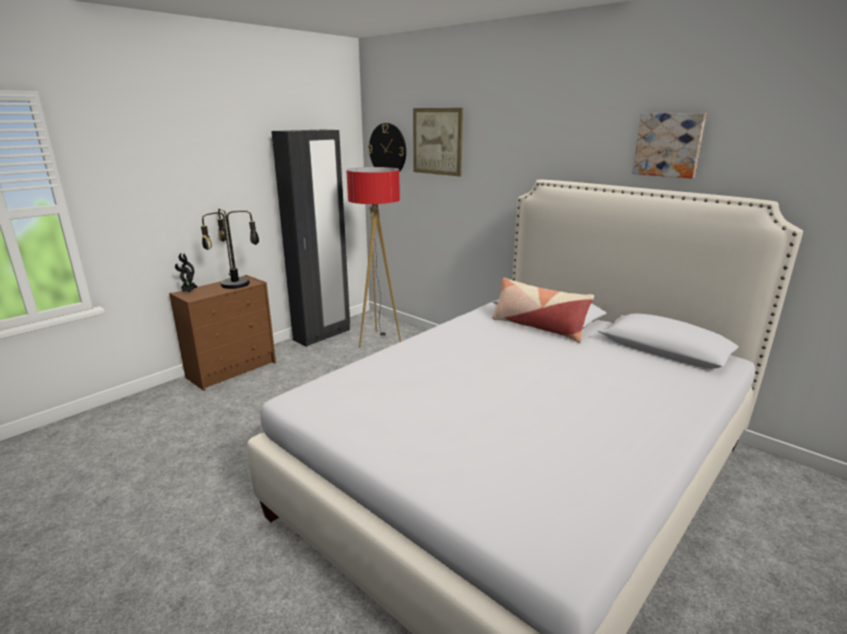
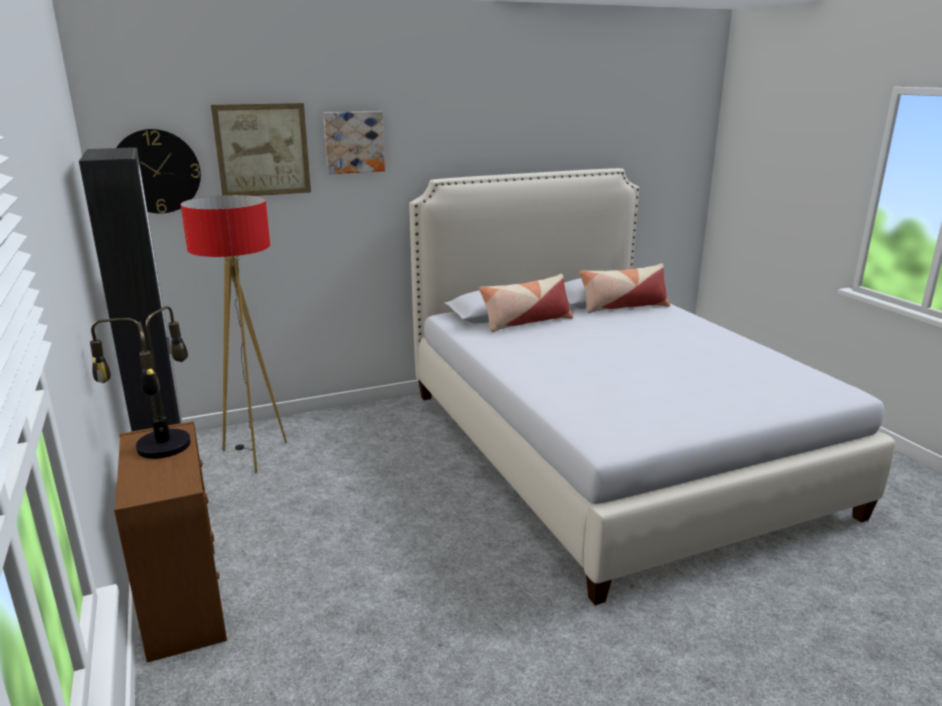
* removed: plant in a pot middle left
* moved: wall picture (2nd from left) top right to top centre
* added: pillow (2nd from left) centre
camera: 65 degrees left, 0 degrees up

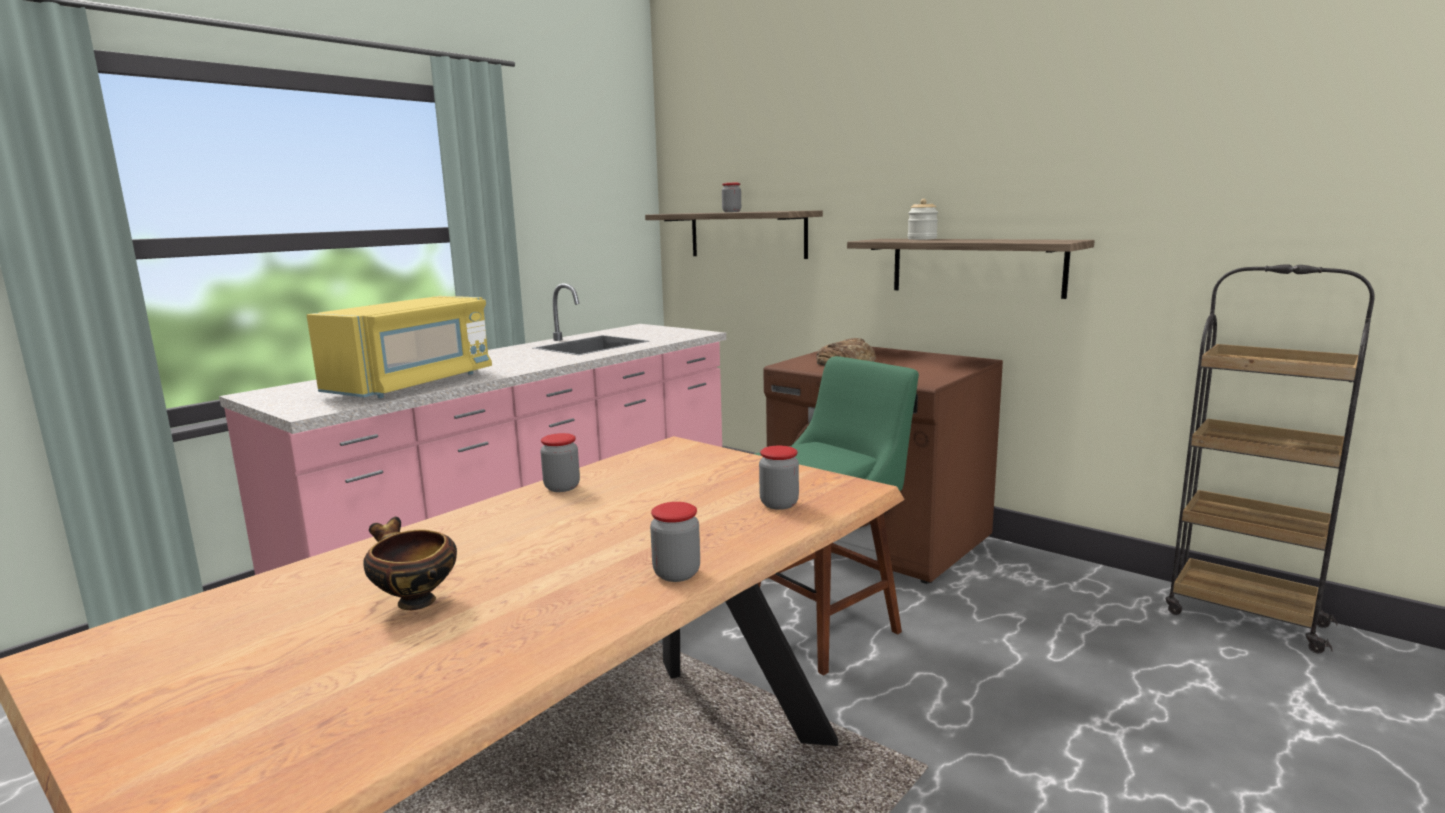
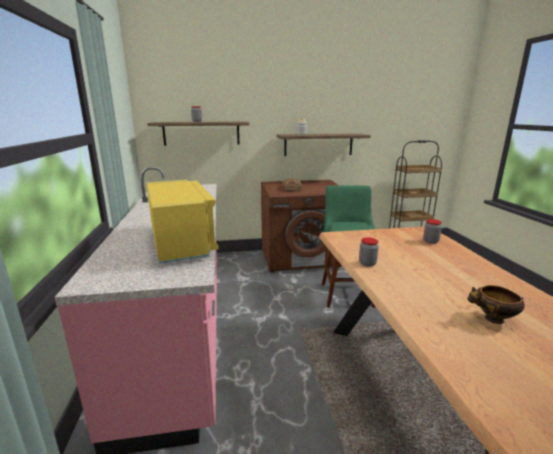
* removed: preserve jar (2nd from left) bottom centre
camera: 50 degrees left, 5 degrees up

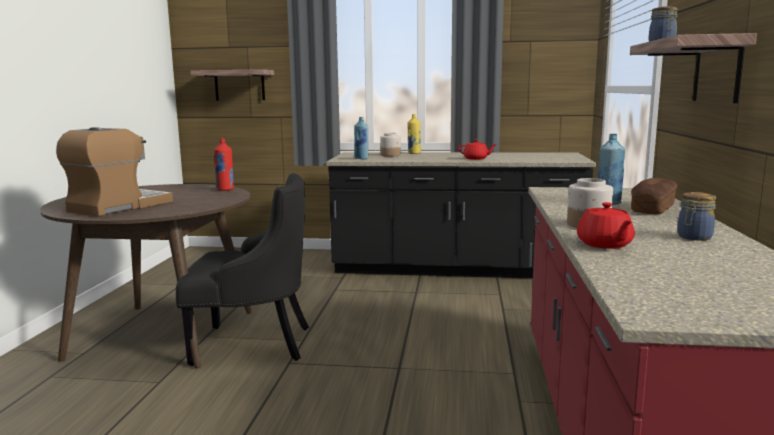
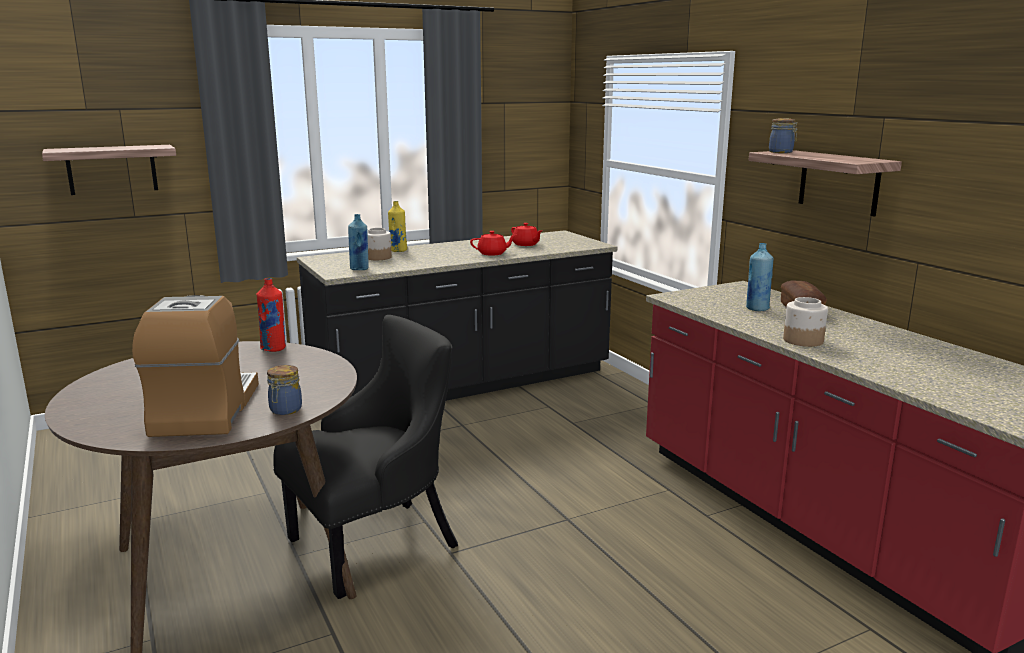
* moved: reddish pot for tea (2nd from left) middle right to centre
* moved: preserve jar (4th from left in the first image) middle right to preserve jar (1st from left) middle left
camera: 35 degrees left, 5 degrees up

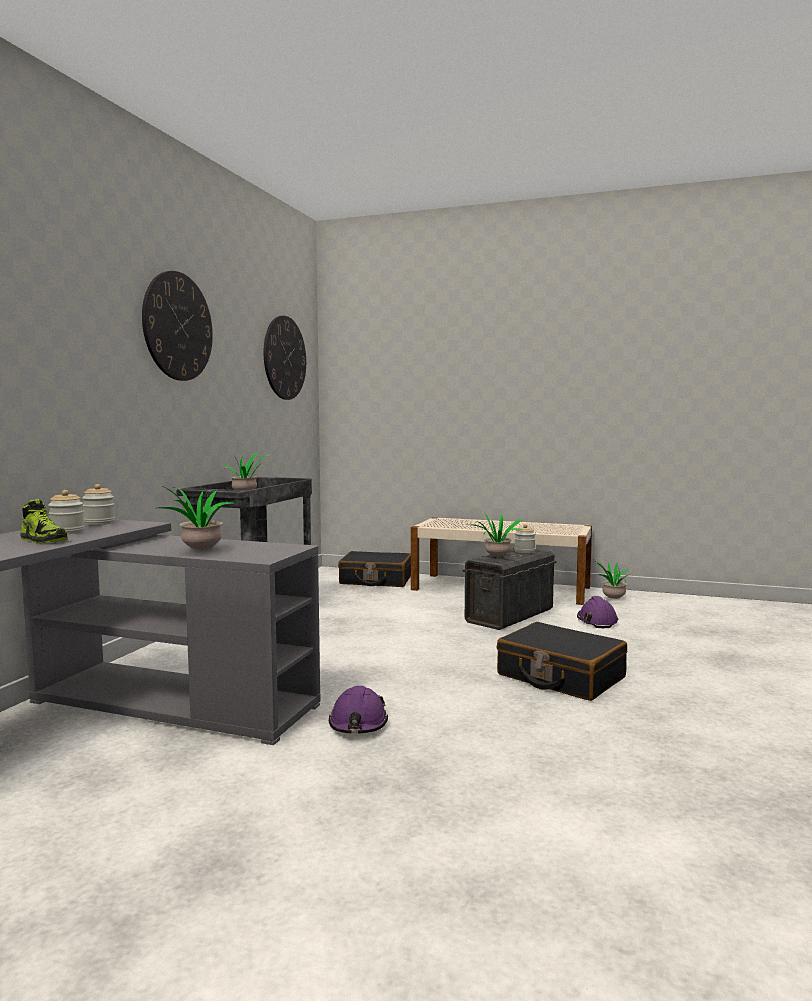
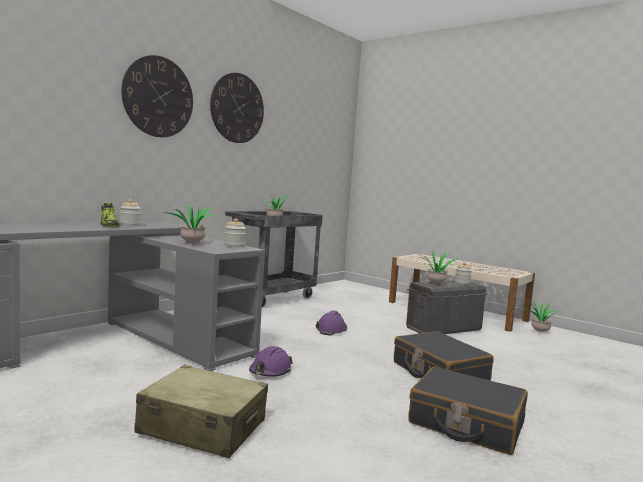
* moved: preserve jar (2nd from left) middle left to centre
* moved: wall clock (2nd from left in the first image) centre to wall clock (1st from left) top left
* moved: black-coloured piece of luggage (1st from left in the first image) centre to black-coloured piece of luggage (2nd from left) bottom right
* moved: purplish work helmet (2nd from left) middle right to bottom centre
* added: beige-coloured piece of luggage bottom left
camera: 20 degrees right, 0 degrees up

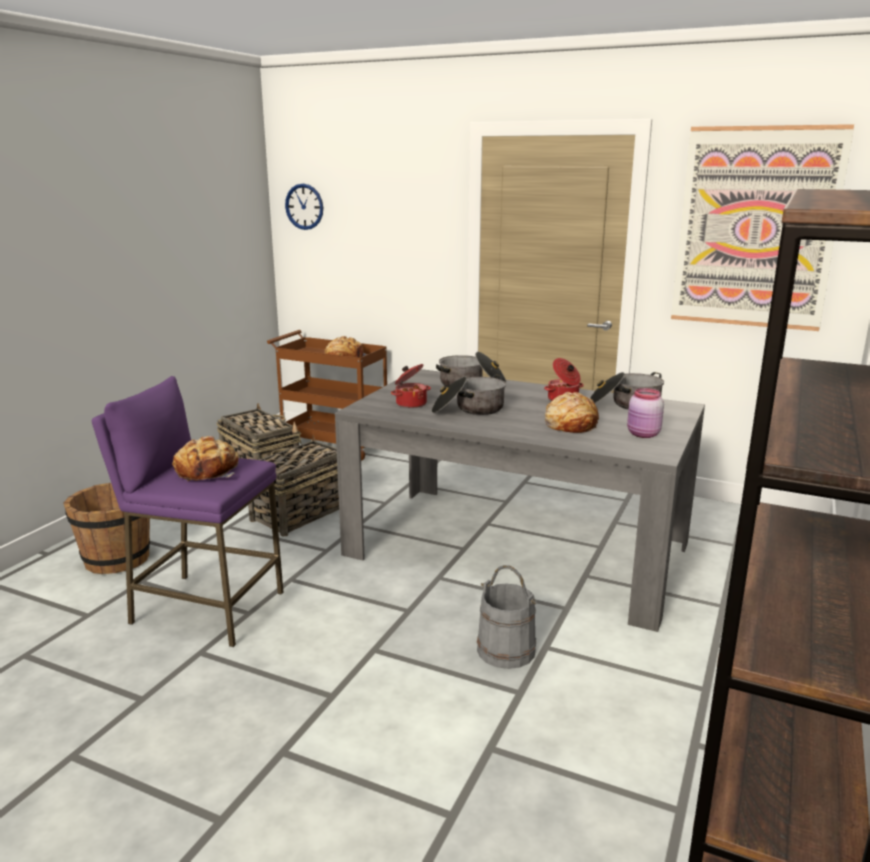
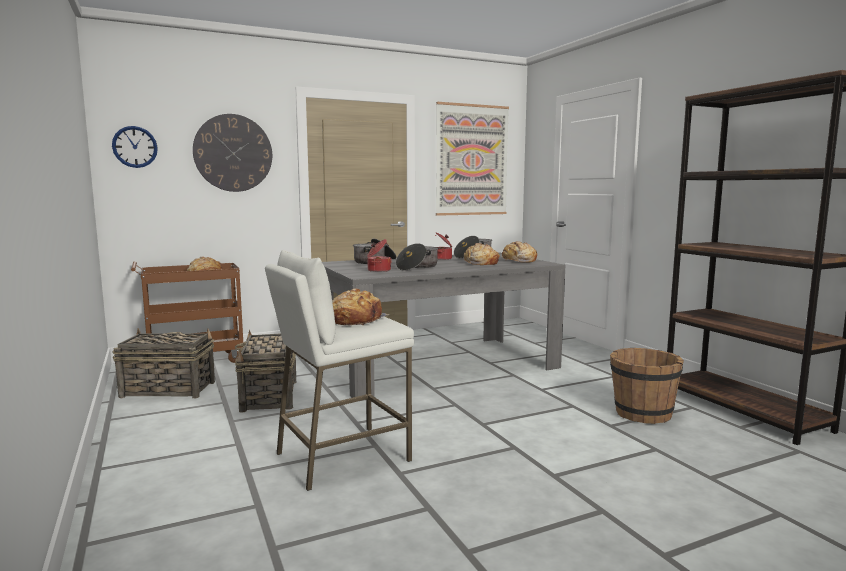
* moved: brownish pail middle left to bottom right
* recoloured: purplish stool middle left to white-coloured stool centre
* removed: grey pail bottom centre
* replaced: pink-coloured preserve jar middle right to bakery bread (4th from left) centre
* added: wall clock (2nd from left) top left
camera: 50 degrees left, 10 degrees down

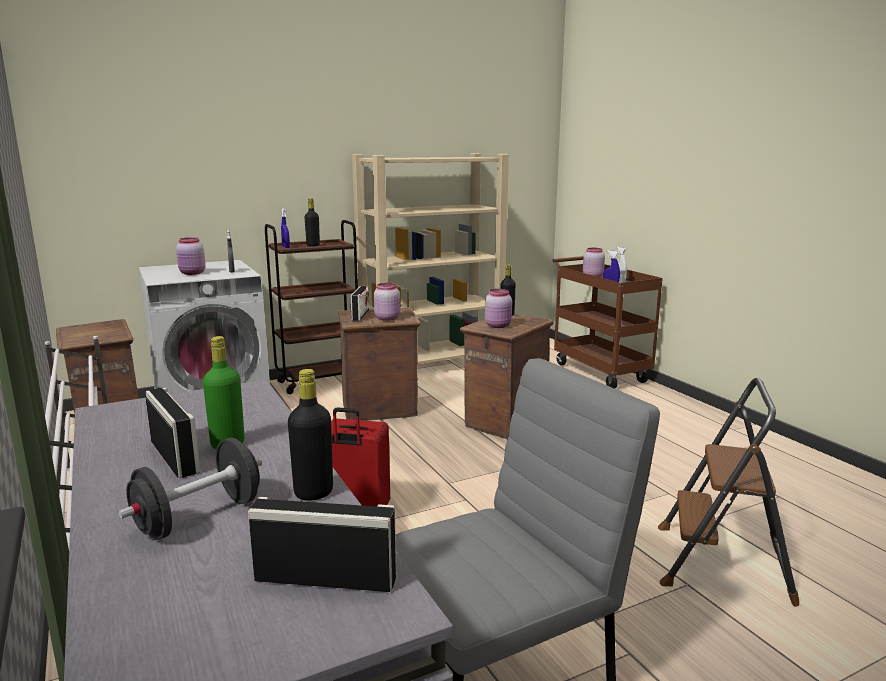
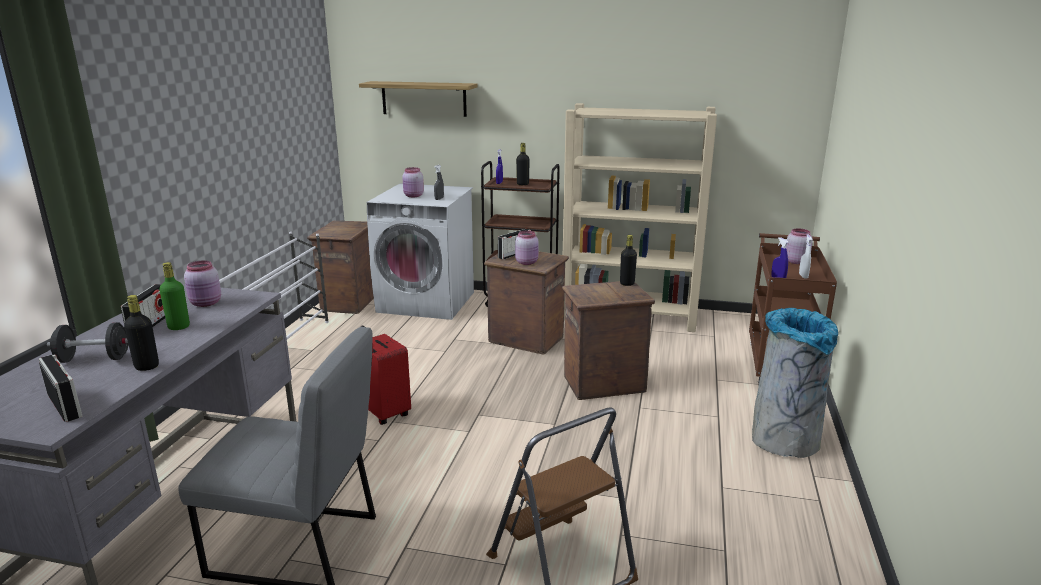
* moved: pink-coloured preserve jar (3rd from left in the first image) centre to pink-coloured preserve jar (1st from left) middle left
* added: shelf top centre
* added: grey waste bin middle right
camera: 40 degrees right, 5 degrees up

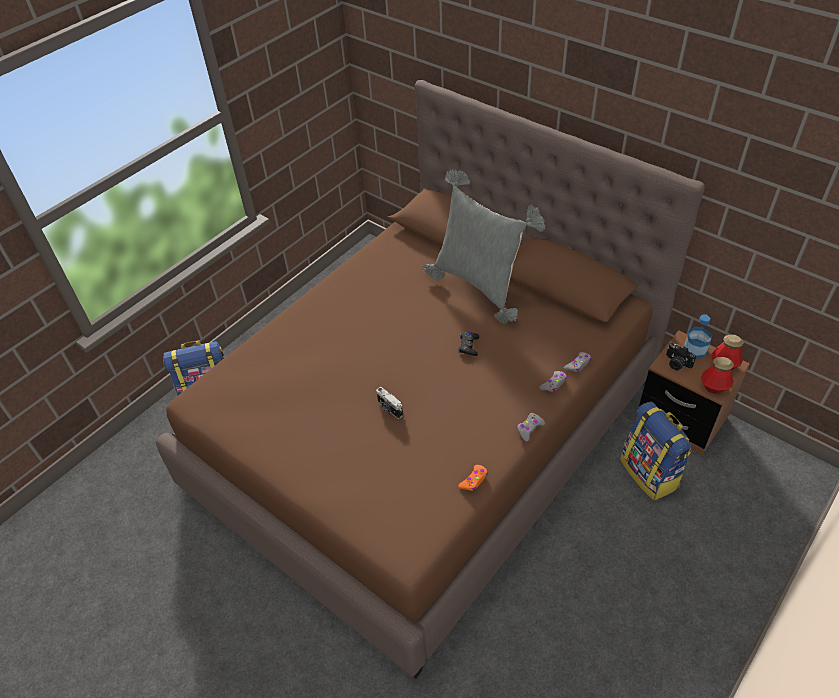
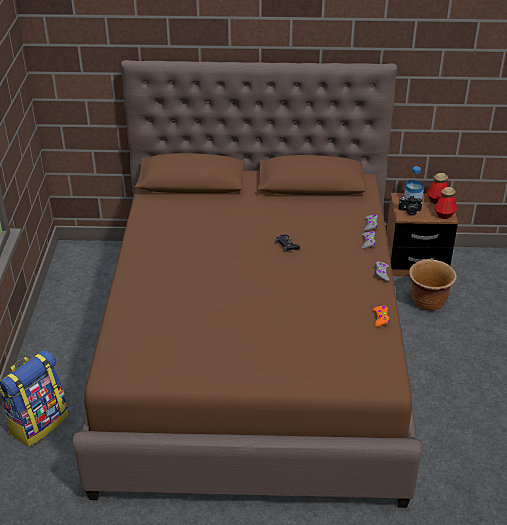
* removed: photo camera (1st from left) centre
* removed: grey pillow centre
* replaced: backpack (2nd from left) middle right to brownish planter middle right
camera: 40 degrees left, 10 degrees down

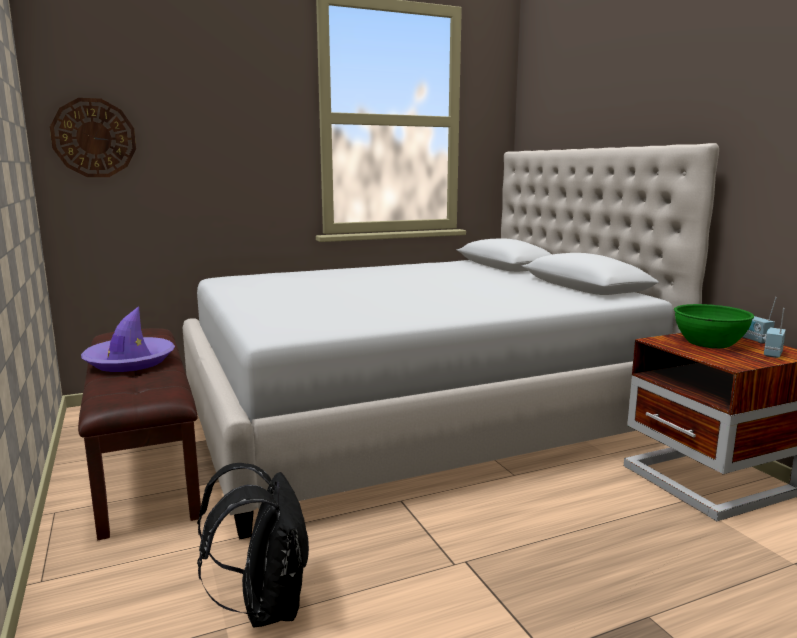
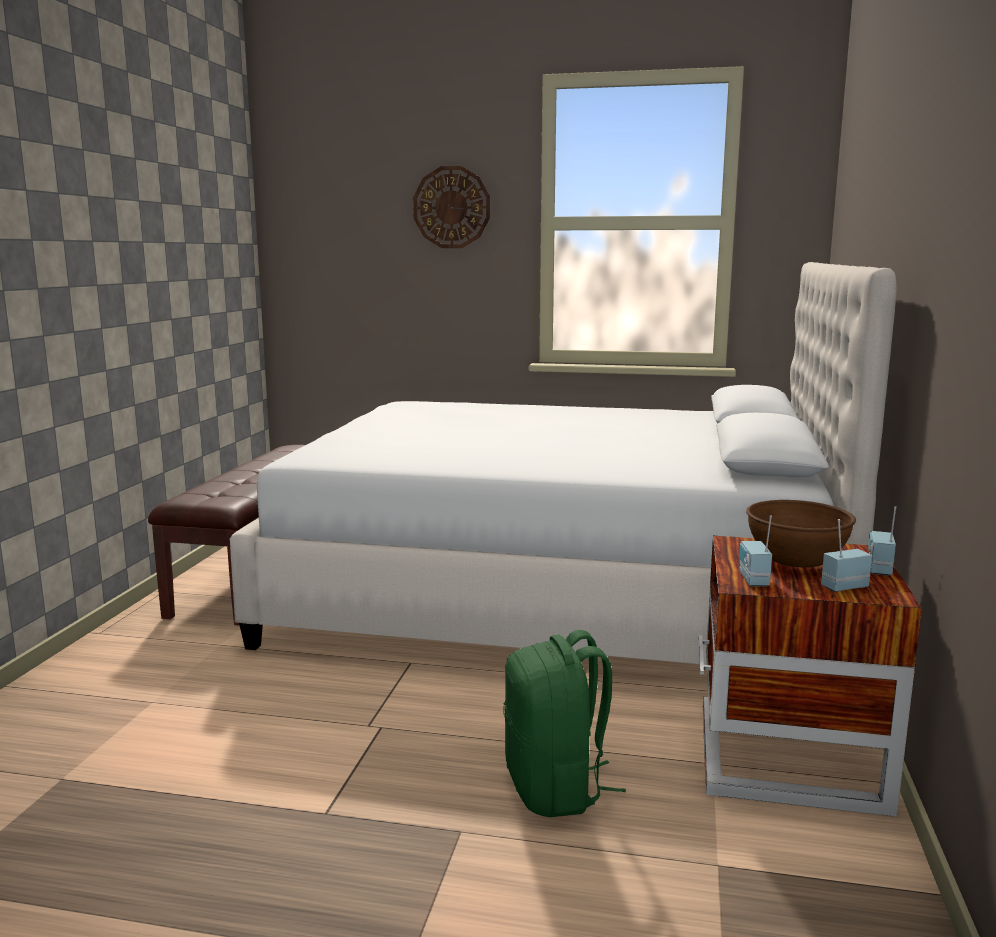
* moved: wall clock top left to top centre
* removed: purplish wearable hat middle left
* removed: black-coloured backpack bottom left
* recoloured: green-coloured bowl middle right to brownish bowl middle right
* added: green-coloured backpack bottom centre
* added: radio receiver (1st from left) middle right
camera: 35 degrees right, 0 degrees up

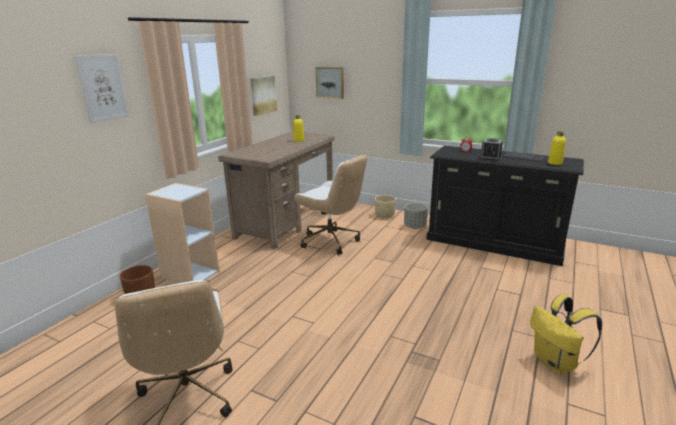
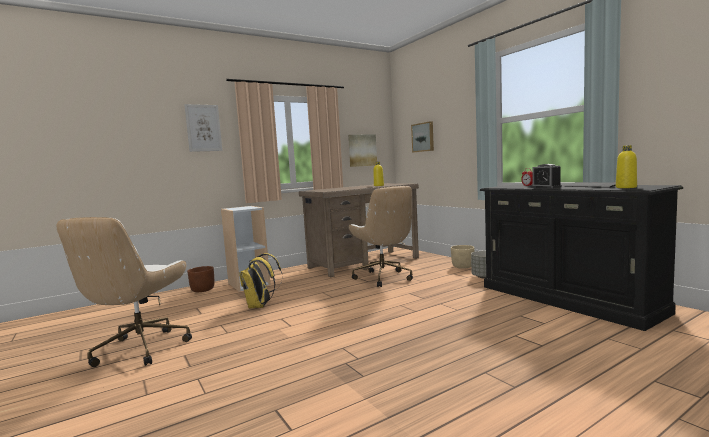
* moved: yellow backpack bottom right to centre
camera: 30 degrees right, 15 degrees down

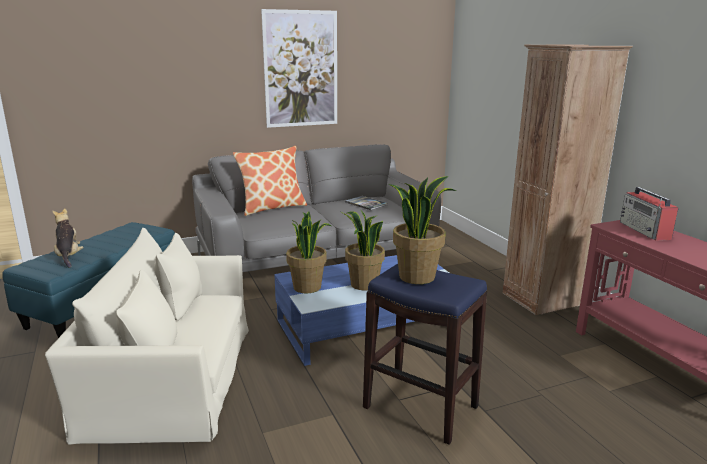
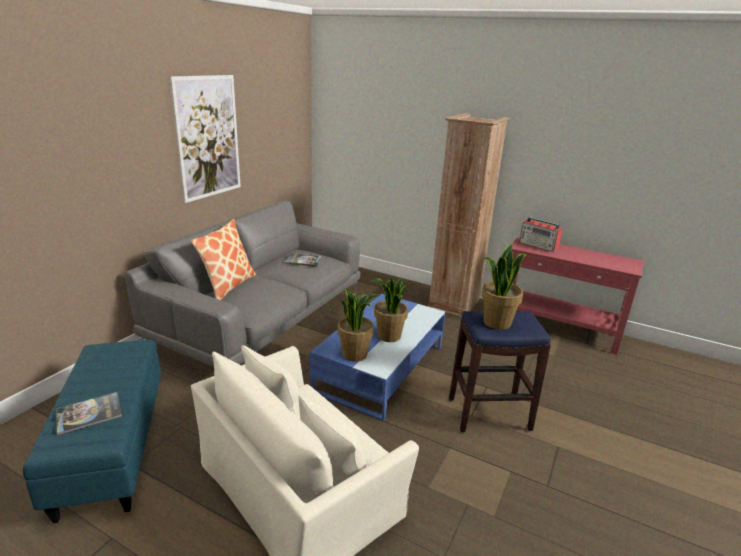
* replaced: cuddly toy middle left to volume (1st from left) bottom left
camera: 40 degrees left, 5 degrees up

